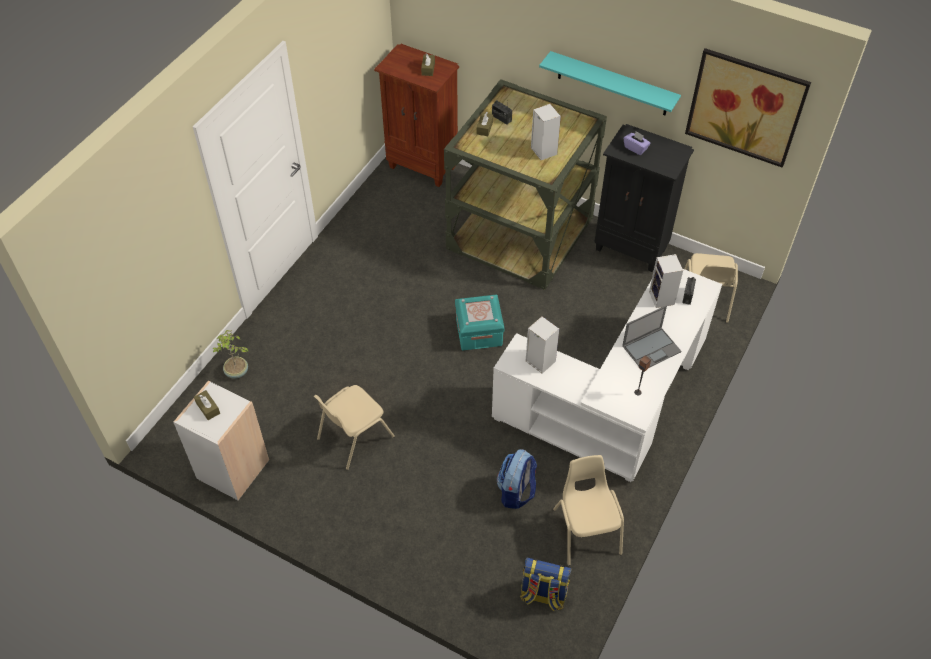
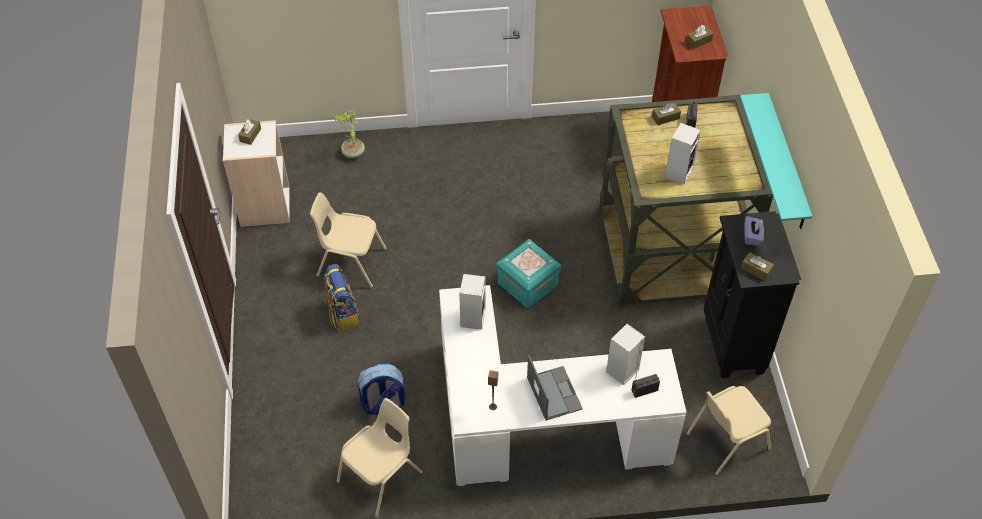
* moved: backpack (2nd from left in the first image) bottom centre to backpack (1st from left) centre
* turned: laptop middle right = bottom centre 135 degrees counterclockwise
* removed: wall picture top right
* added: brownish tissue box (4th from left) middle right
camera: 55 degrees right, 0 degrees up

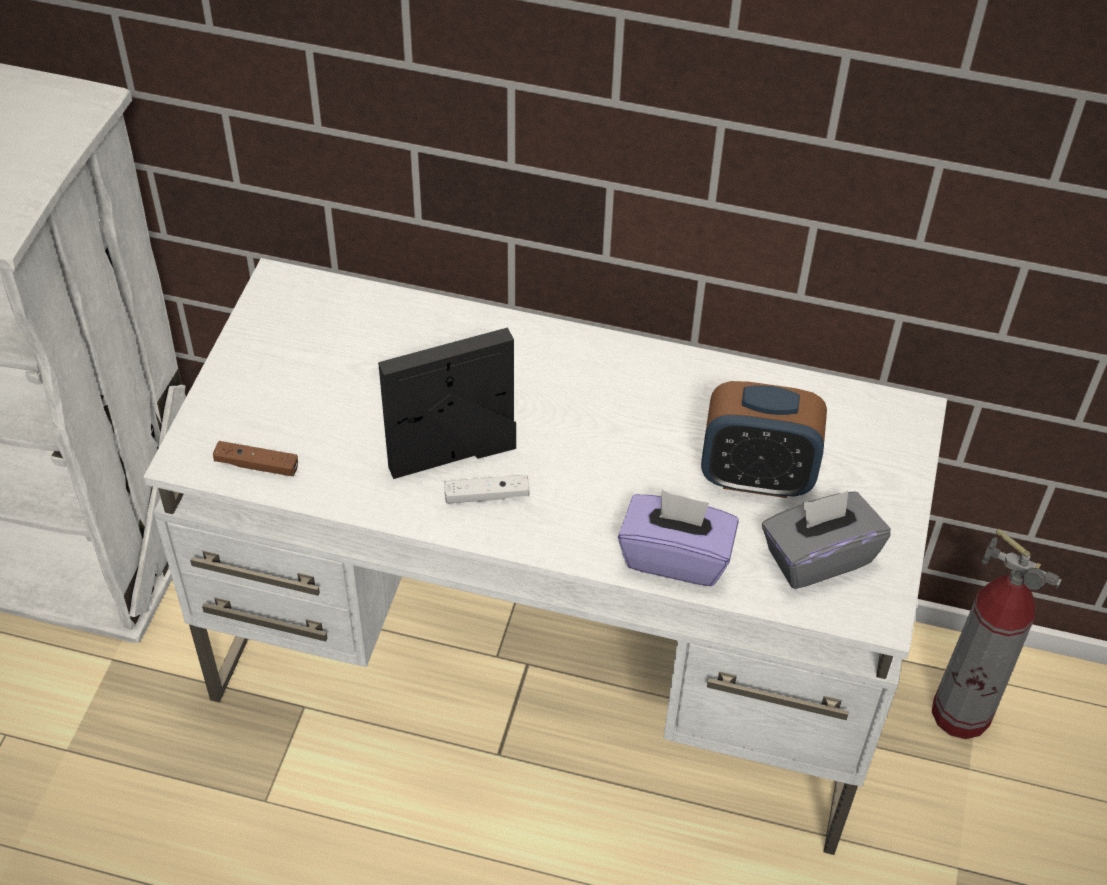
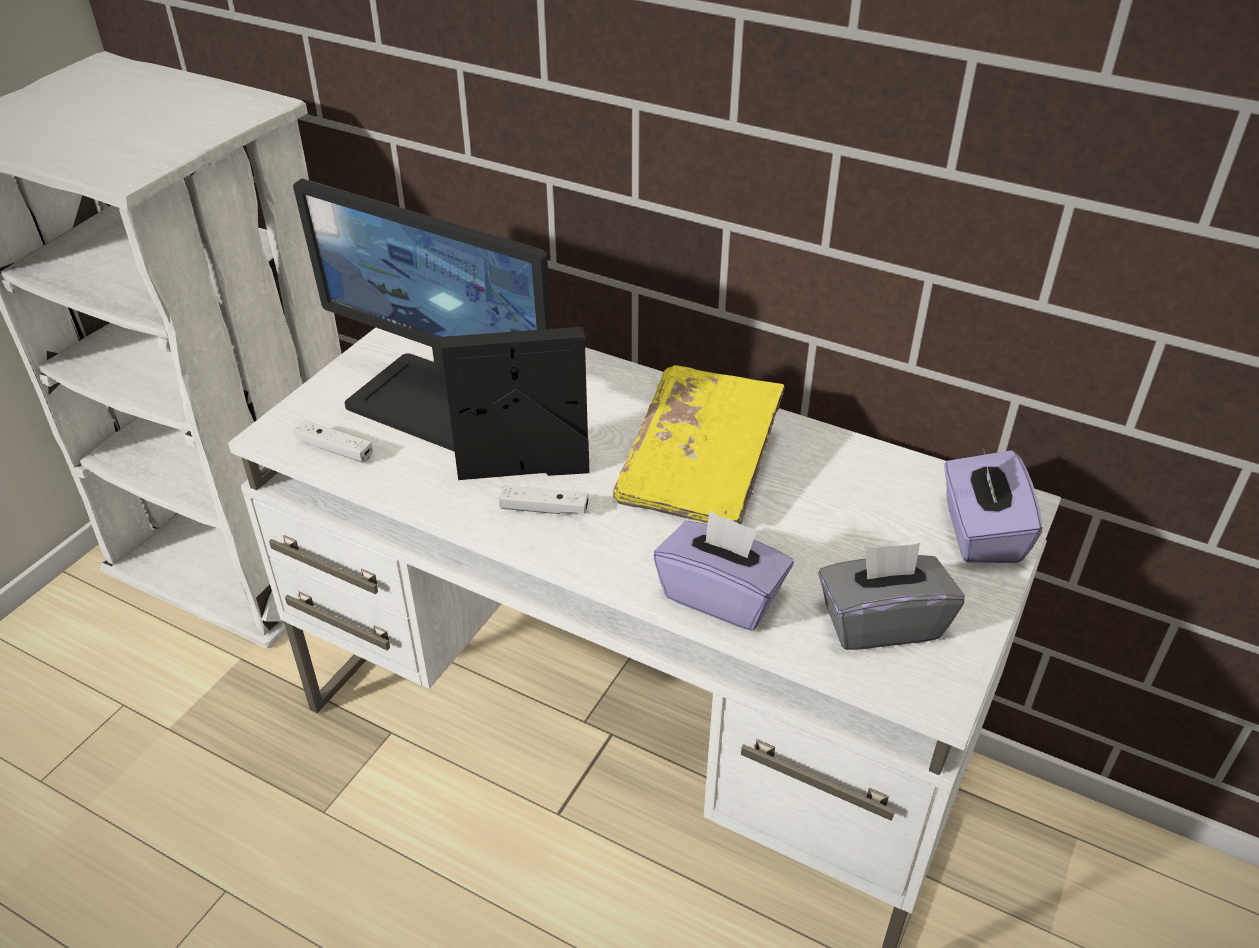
* recoloured: brownish joypad middle left to white-coloured joypad (1st from left) middle left
* removed: table clock middle right
* removed: extinguisher bottom right
* added: monitor top centre
* added: yellow volume centre
* added: purplish tissue box (2nd from left) middle right
camera: 15 degrees right, 10 degrees down

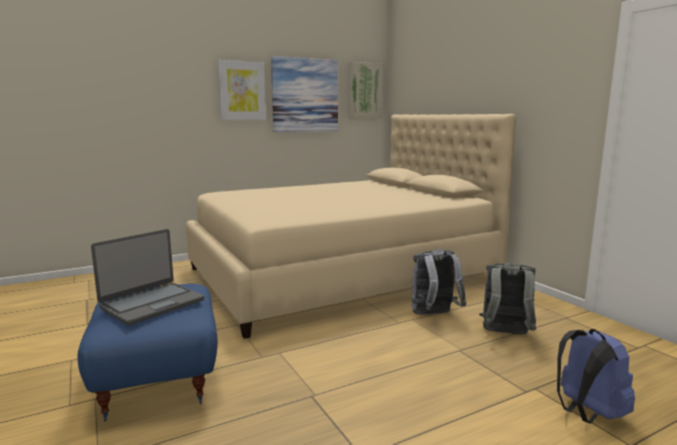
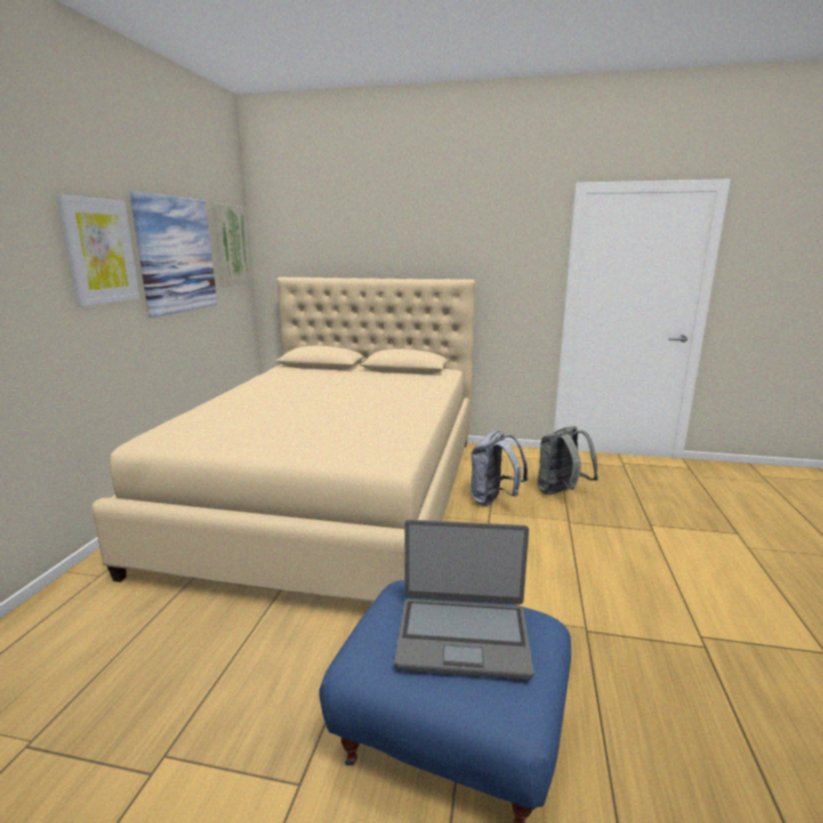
* turned: laptop middle left = bottom centre 105 degrees clockwise
* removed: blue-coloured backpack bottom right
camera: 50 degrees left, 5 degrees up

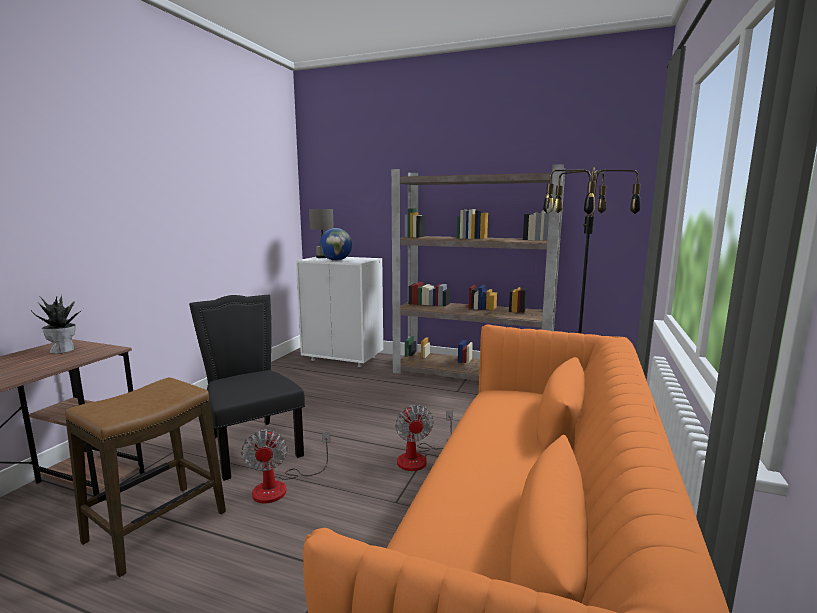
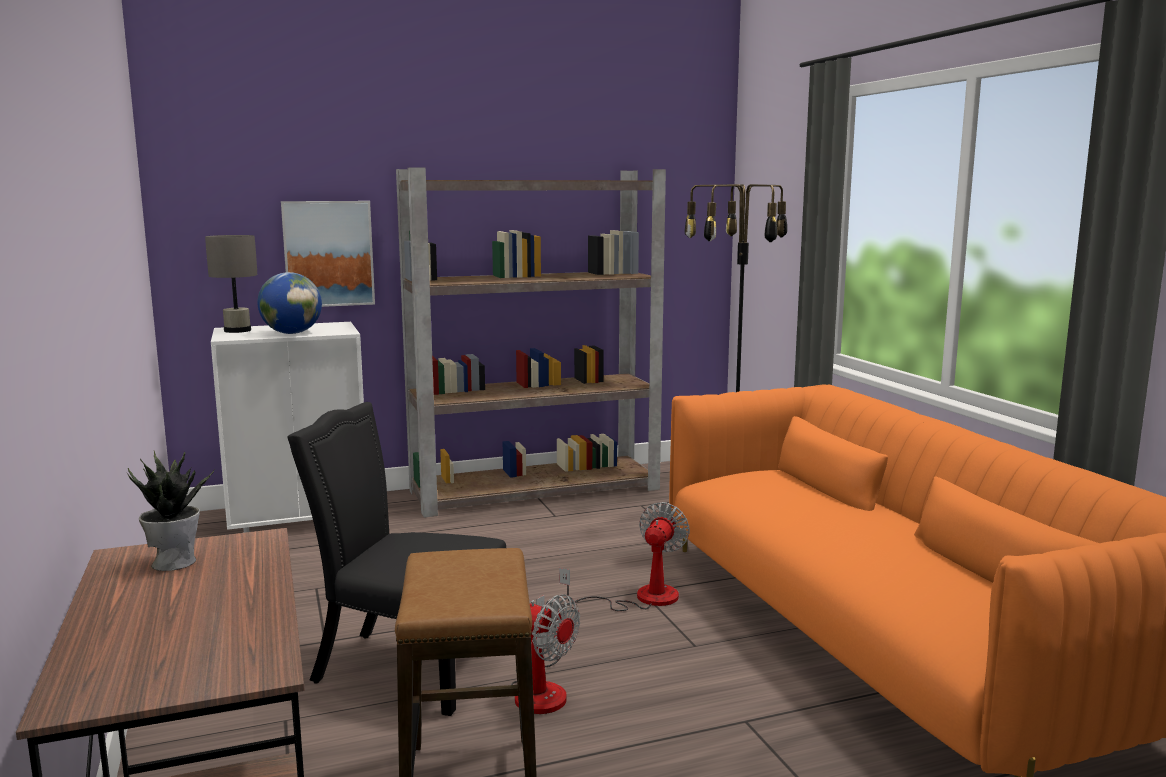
* turned: fan (2nd from left) bottom centre = bottom centre 105 degrees counterclockwise
* added: wall picture top left
camera: 40 degrees left, 0 degrees up

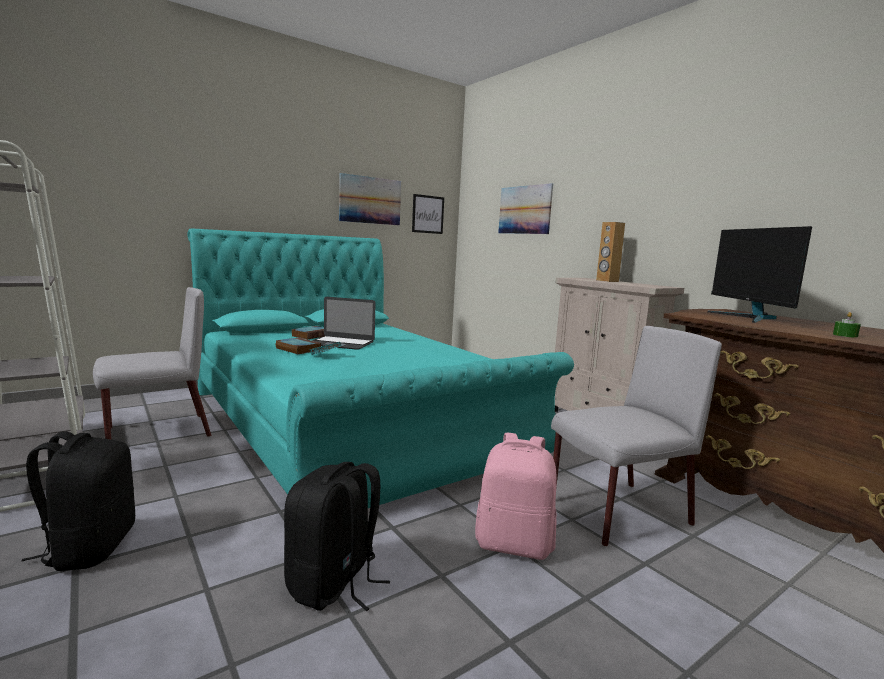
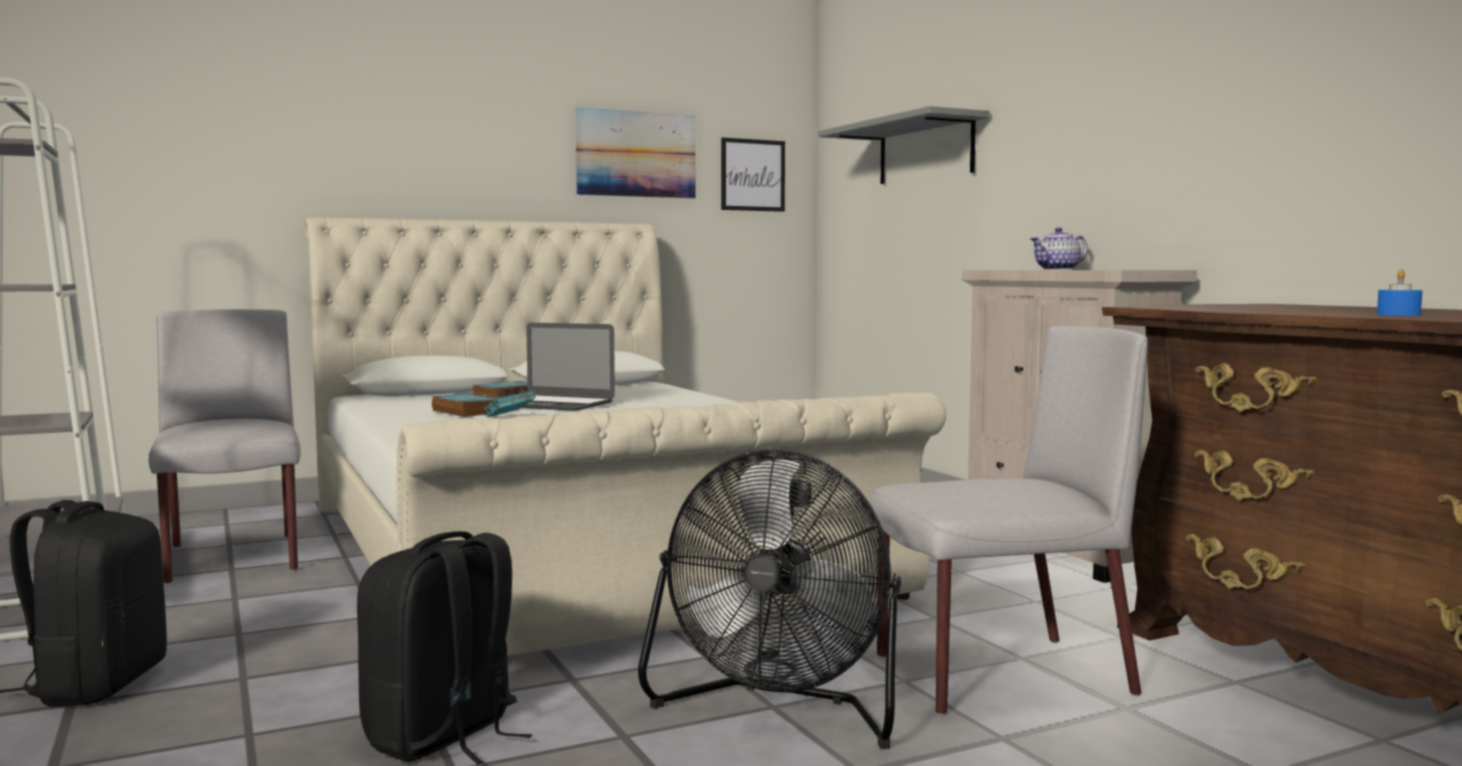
* turned: grey upright chair (1st from left) middle left = middle left 90 degrees counterclockwise
* recoloured: blue-green sleeping bed centre to beige-coloured sleeping bed centre
* replaced: pink-coloured backpack bottom centre to black-coloured fan bottom centre
* replaced: wall picture (3rd from left) top centre to grey shelf top centre
* replaced: brownish loudspeaker middle right to pot for tea top right
* removed: monitor middle right
* recoloured: green-coloured candle middle right to blue-coloured candle middle right
camera: 10 degrees right, 5 degrees down

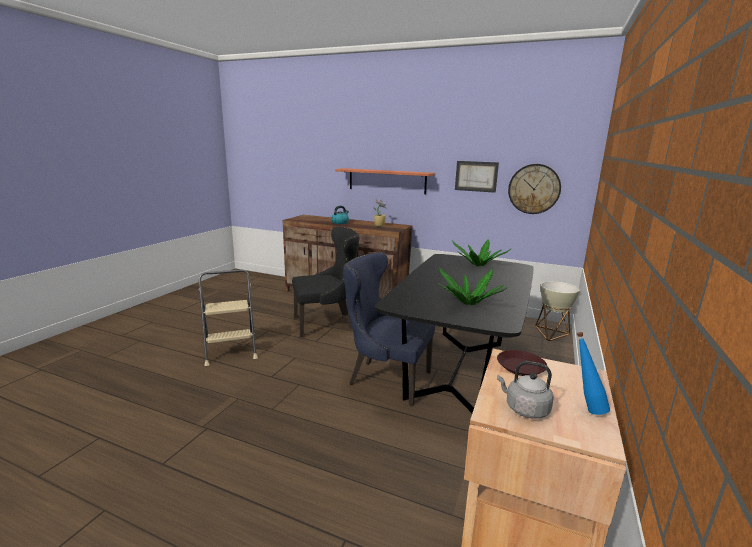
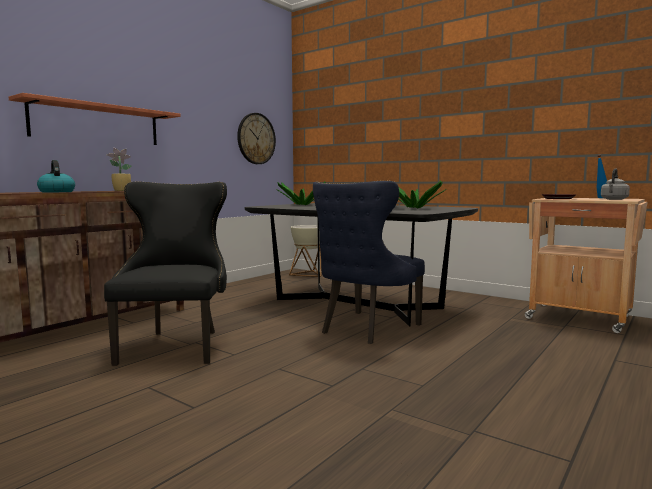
* removed: beige-coloured step ladder middle left
* removed: wall picture top centre
camera: 75 degrees left, 10 degrees down

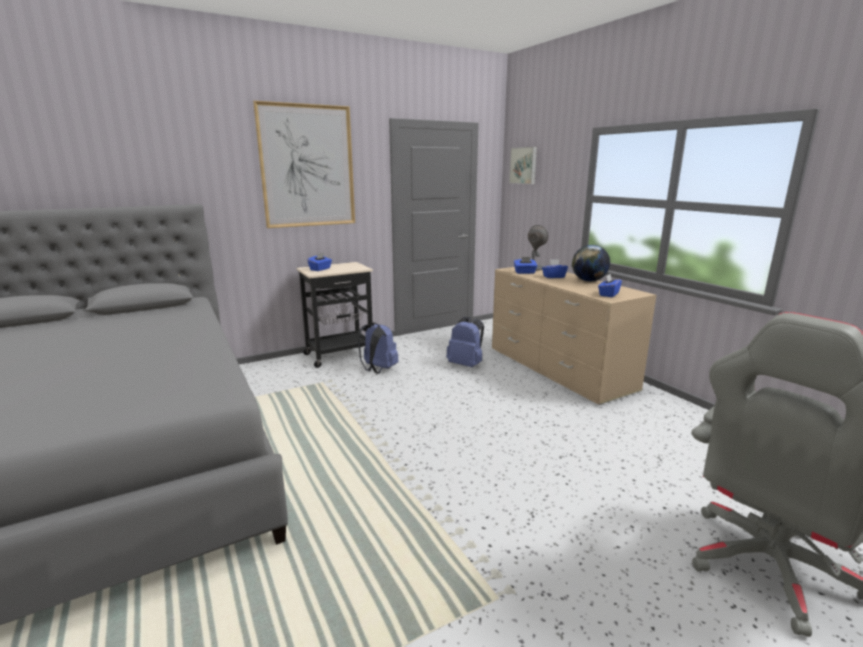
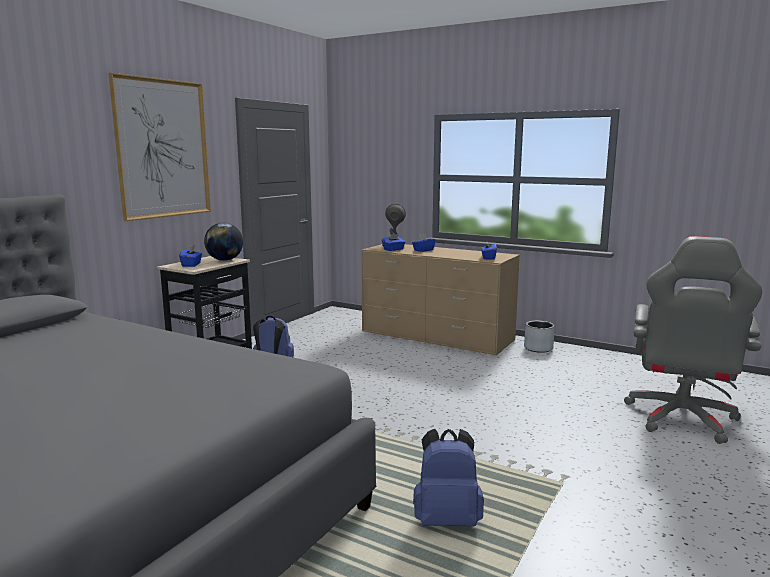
* moved: blue-coloured backpack (2nd from left) centre to bottom centre
* removed: wall picture (2nd from left) top centre
* moved: world globe middle right to middle left
* added: grey planter middle right
camera: 30 degrees left, 5 degrees down

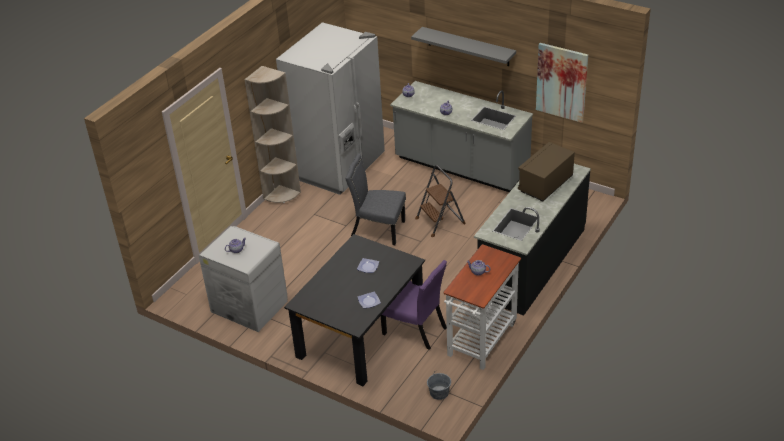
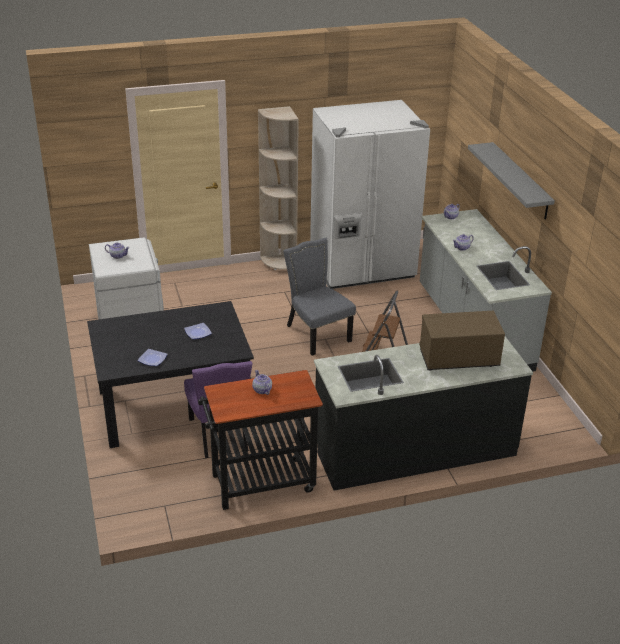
* removed: grey pail bottom centre
* recoloured: white-coloured cart bottom centre to black-coloured cart bottom centre
* removed: wall picture top right
camera: 40 degrees right, 5 degrees down

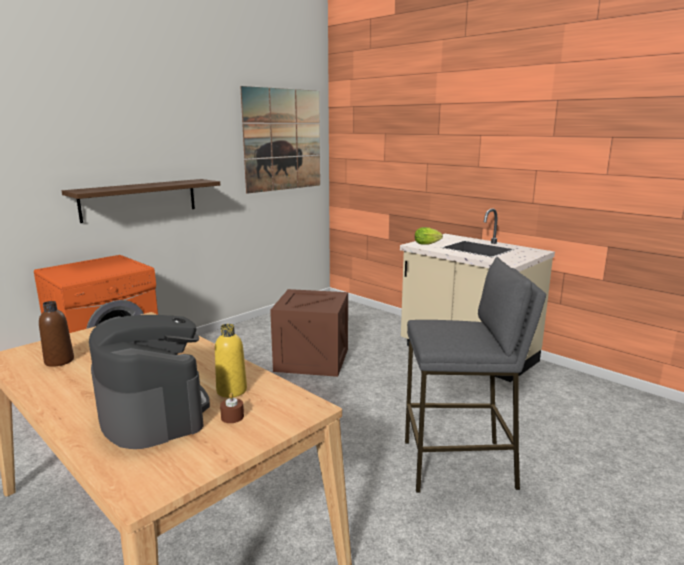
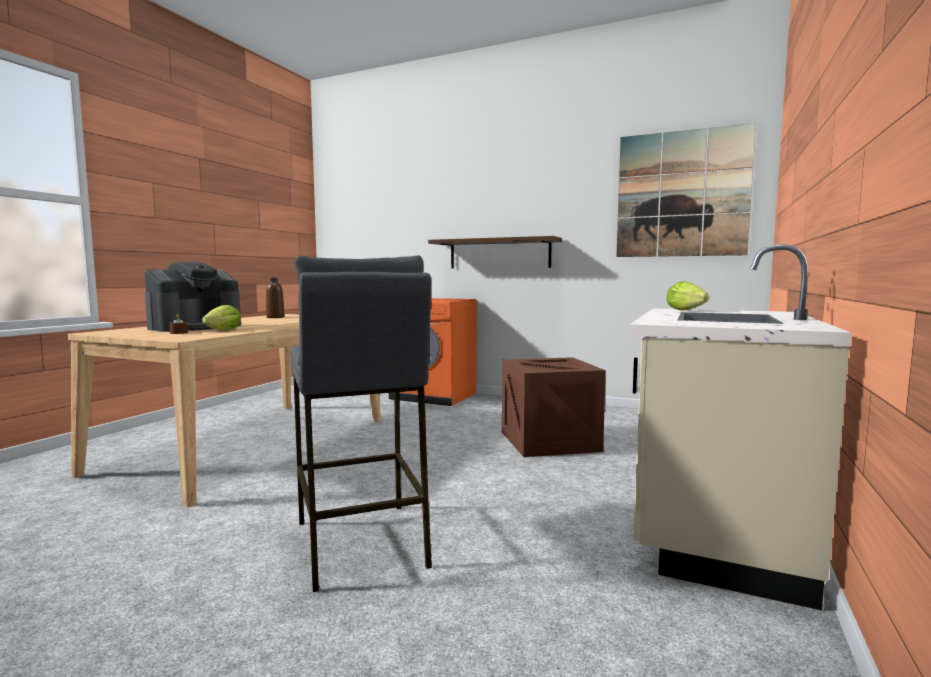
* replaced: yellow bottle centre to lettuce head (1st from left) middle left
camera: 70 degrees right, 10 degrees down

